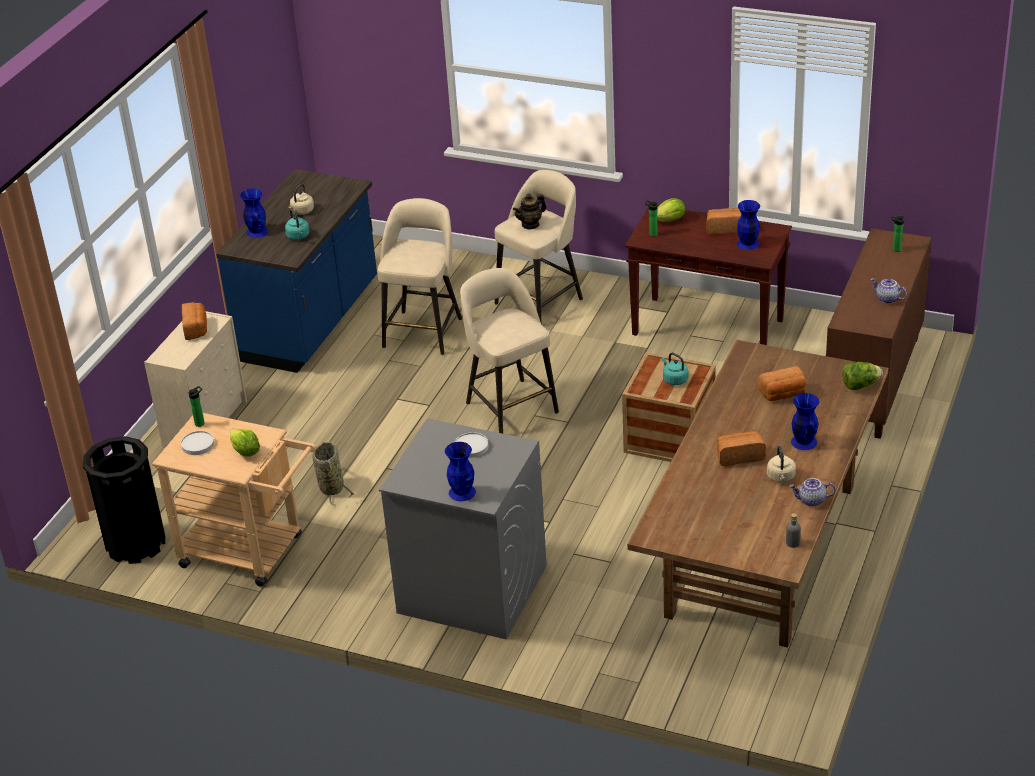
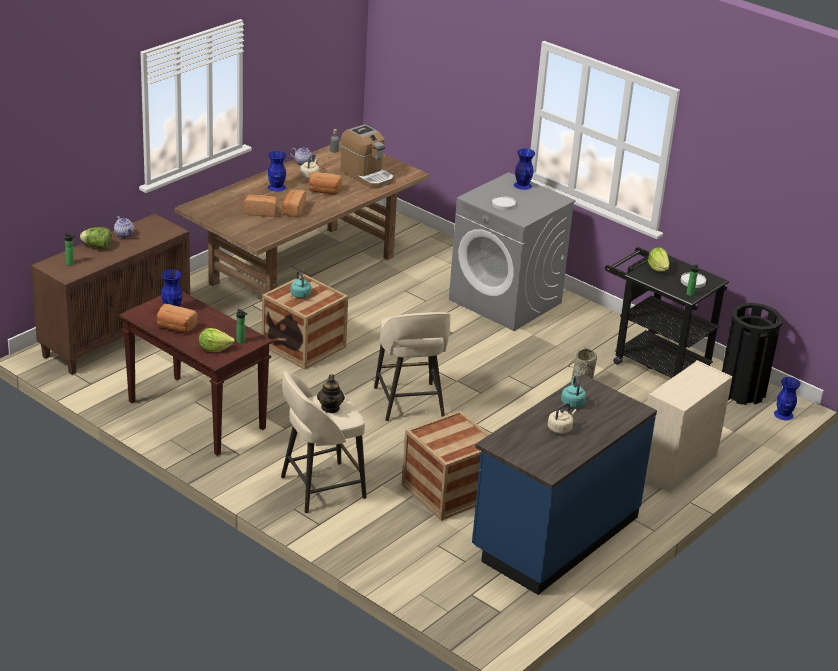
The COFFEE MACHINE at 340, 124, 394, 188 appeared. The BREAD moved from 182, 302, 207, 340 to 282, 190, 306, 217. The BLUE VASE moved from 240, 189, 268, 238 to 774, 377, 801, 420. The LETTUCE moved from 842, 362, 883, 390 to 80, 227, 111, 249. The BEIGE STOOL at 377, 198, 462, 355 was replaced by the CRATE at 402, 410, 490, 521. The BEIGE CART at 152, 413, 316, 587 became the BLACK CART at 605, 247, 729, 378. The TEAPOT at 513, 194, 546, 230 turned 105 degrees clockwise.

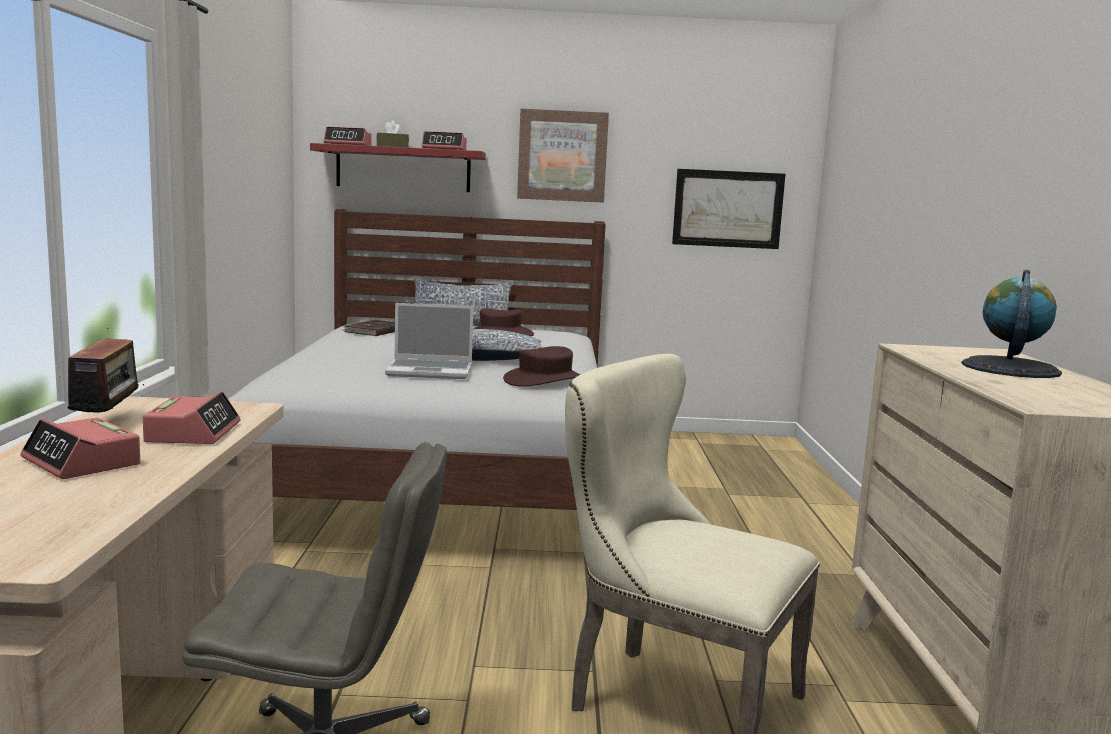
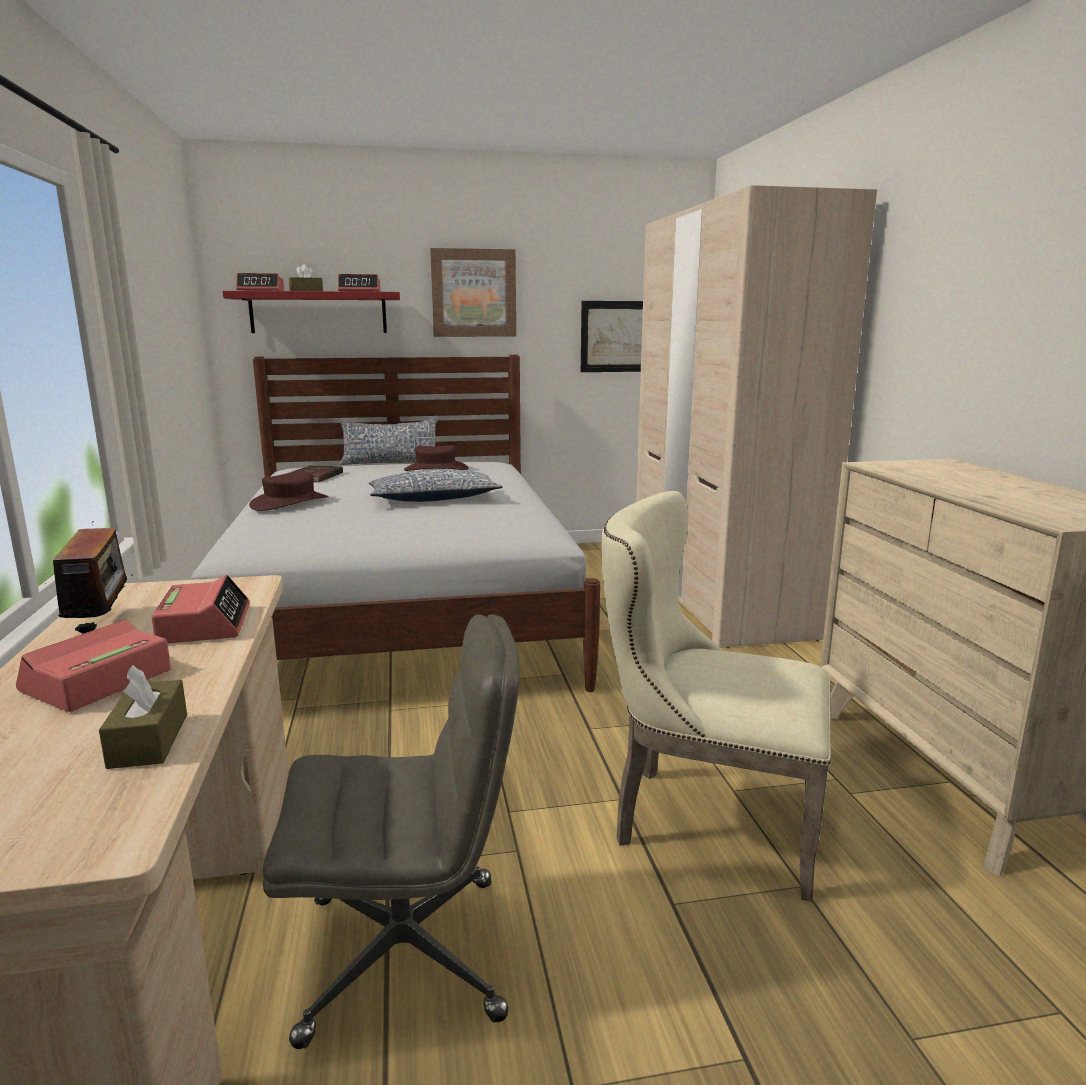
The LAPTOP at 385, 303, 473, 379 disappeared. The GLOBE at 961, 270, 1062, 378 disappeared. The BROWN TISSUE BOX at 99, 665, 187, 769 appeared. The BEIGE WARDROBE at 636, 185, 877, 648 appeared. The BROWN HAT moved from 503, 346, 580, 387 to 249, 471, 329, 511. The ALARM CLOCK at 20, 417, 141, 479 turned 90 degrees clockwise.

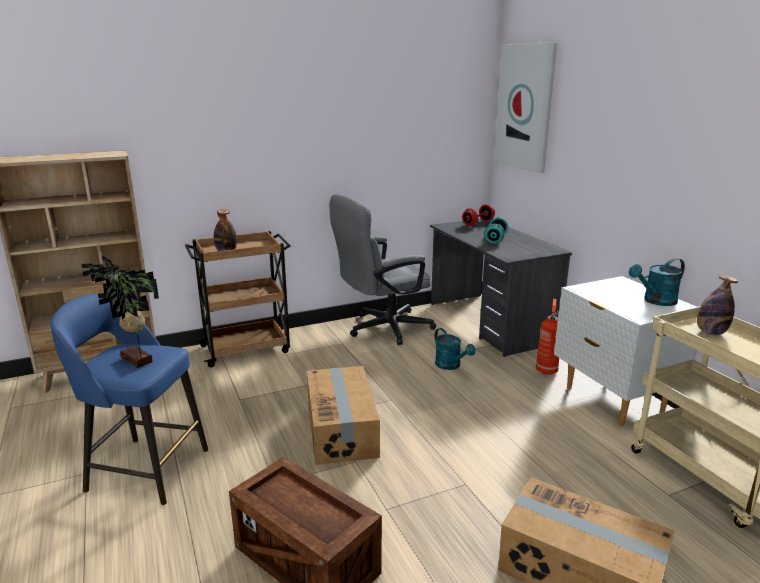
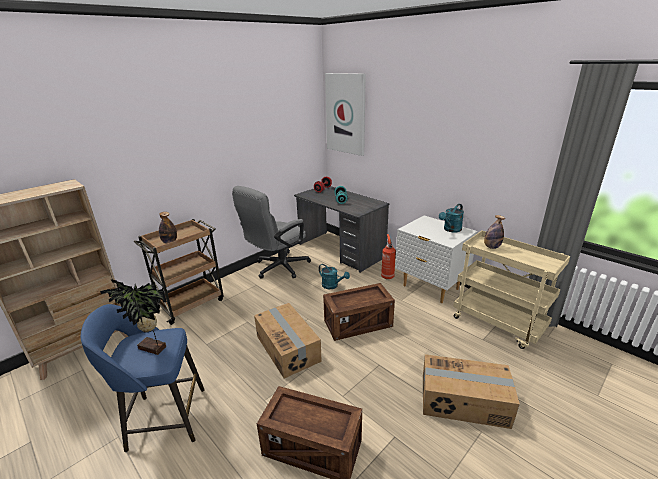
The CRATE at 323, 283, 395, 341 appeared.

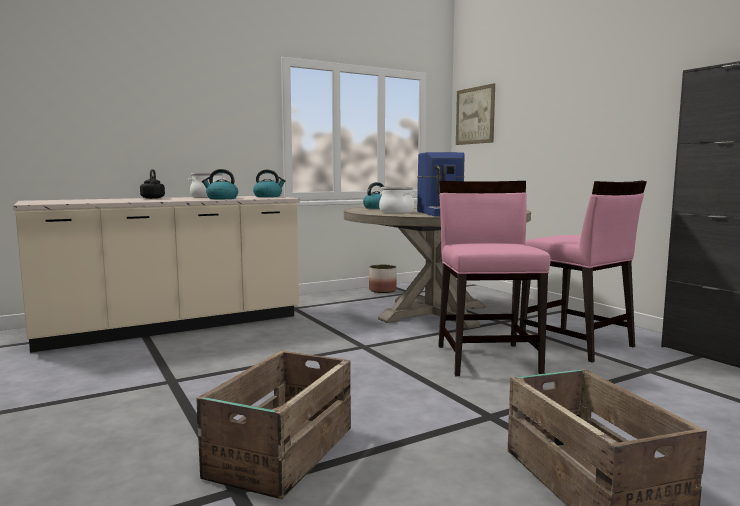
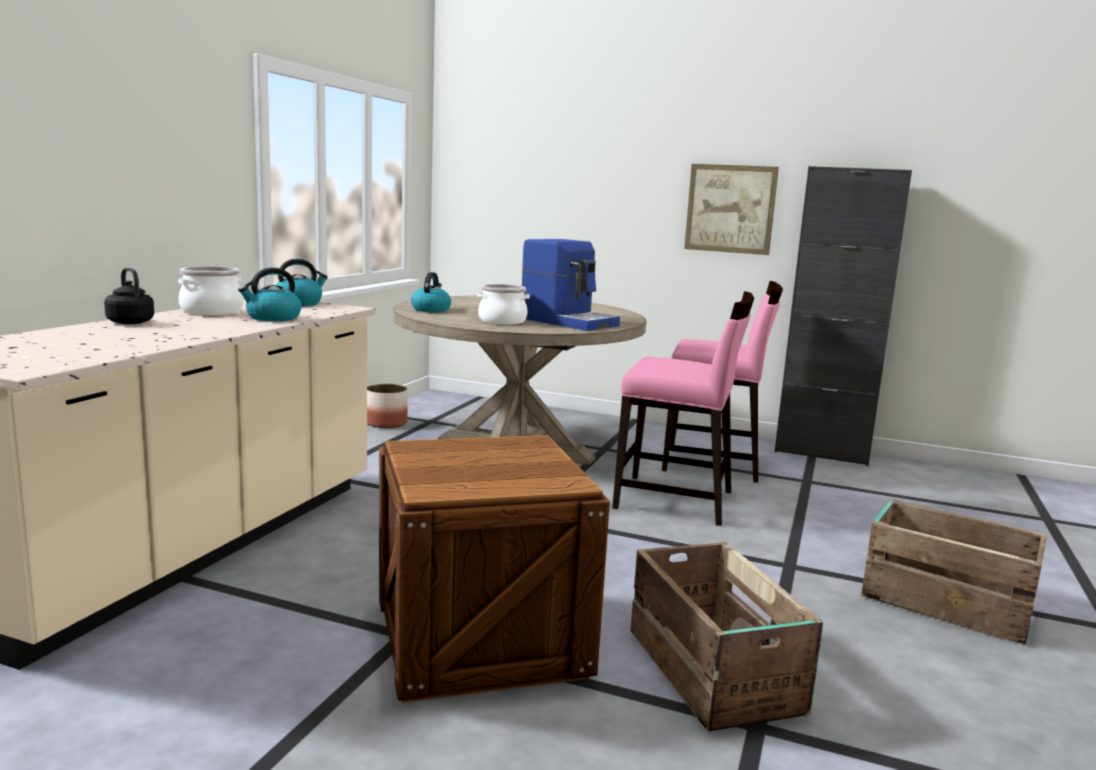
The CRATE at 379, 435, 610, 703 appeared. The PICTURE moved from 456, 83, 495, 145 to 684, 164, 779, 255. The PINK CHAIR at 438, 181, 551, 376 turned 150 degrees clockwise.

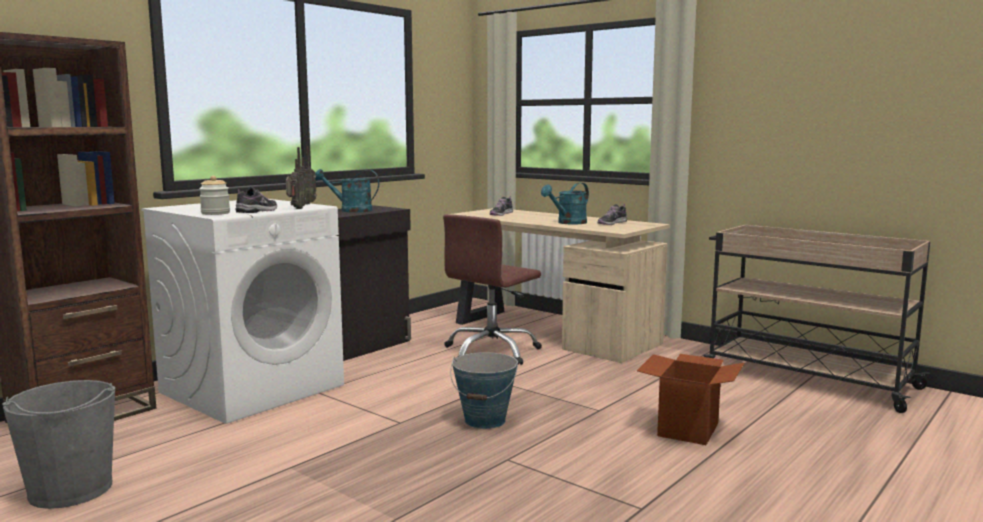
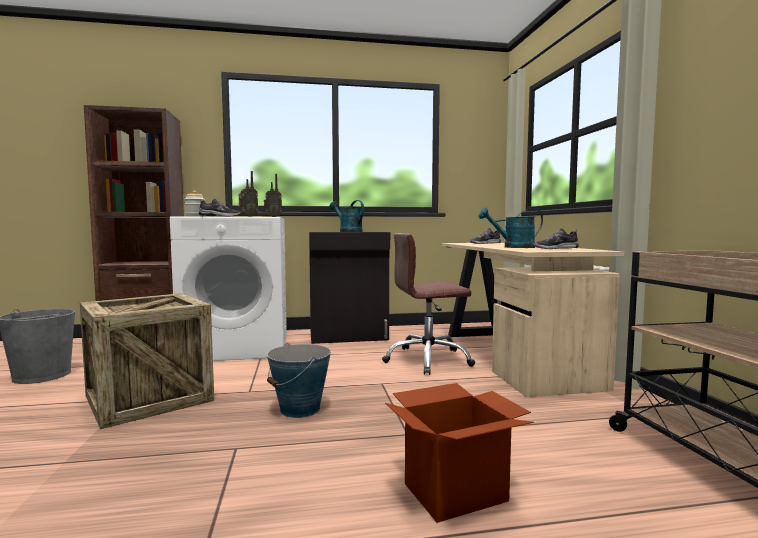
The CRATE at 80, 293, 214, 429 appeared.

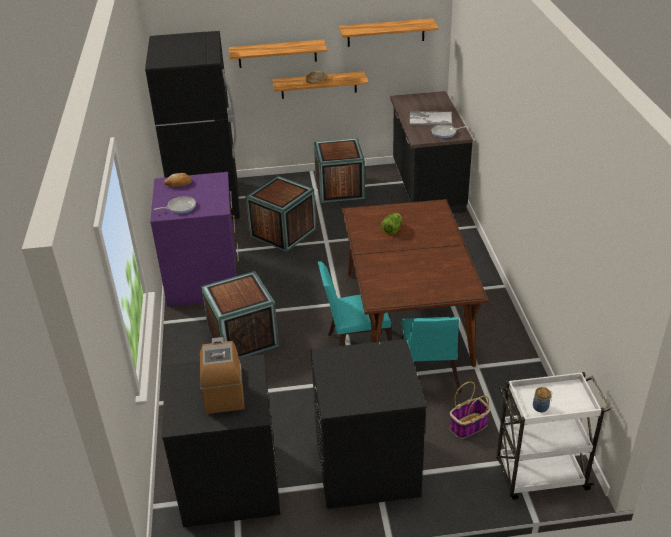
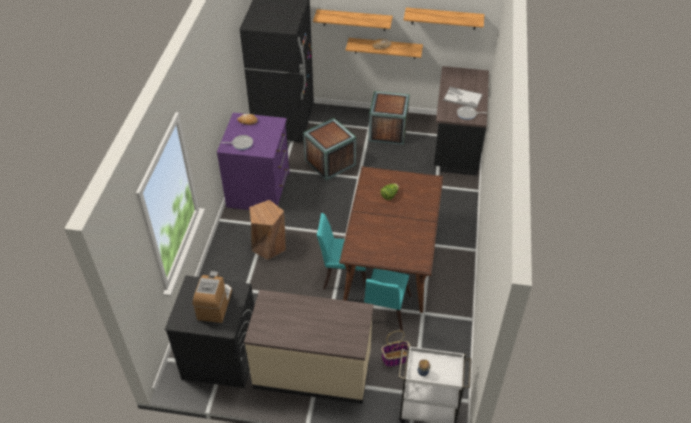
The CRATE at 201, 271, 279, 357 was replaced by the BROWN STOOL at 249, 200, 286, 260. The BLACK WASHING MACHINE at 311, 339, 427, 509 was replaced by the BEIGE COUNTER at 244, 290, 374, 404.

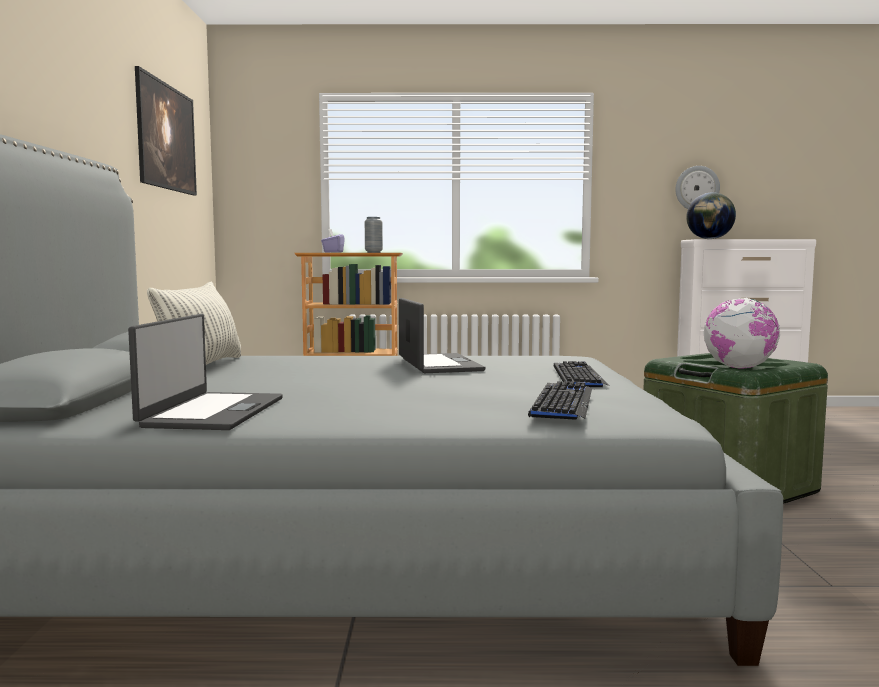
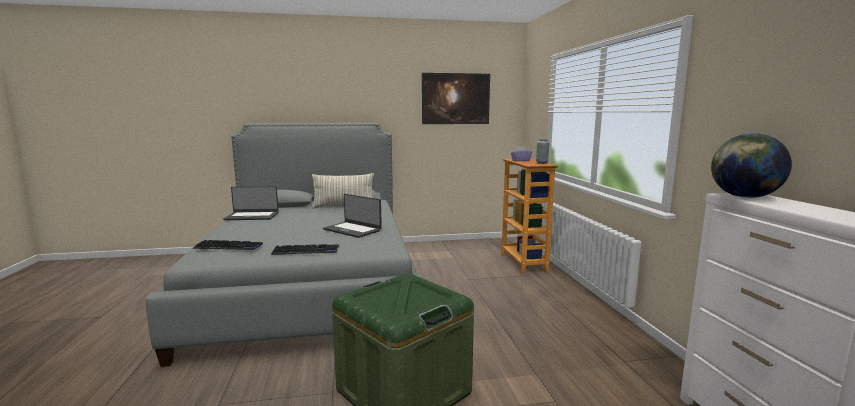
The WALL CLOCK at 675, 166, 720, 209 disappeared. The GLOBE at 704, 298, 780, 369 disappeared. The LAPTOP at 399, 298, 486, 373 turned 60 degrees clockwise.

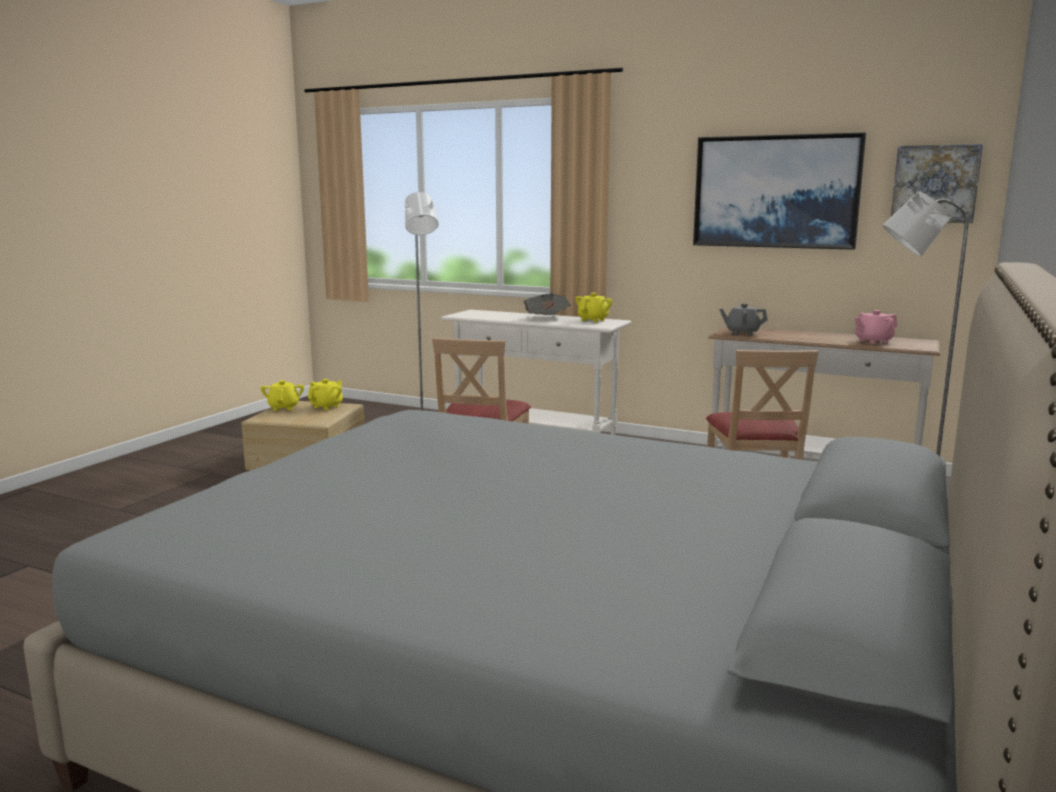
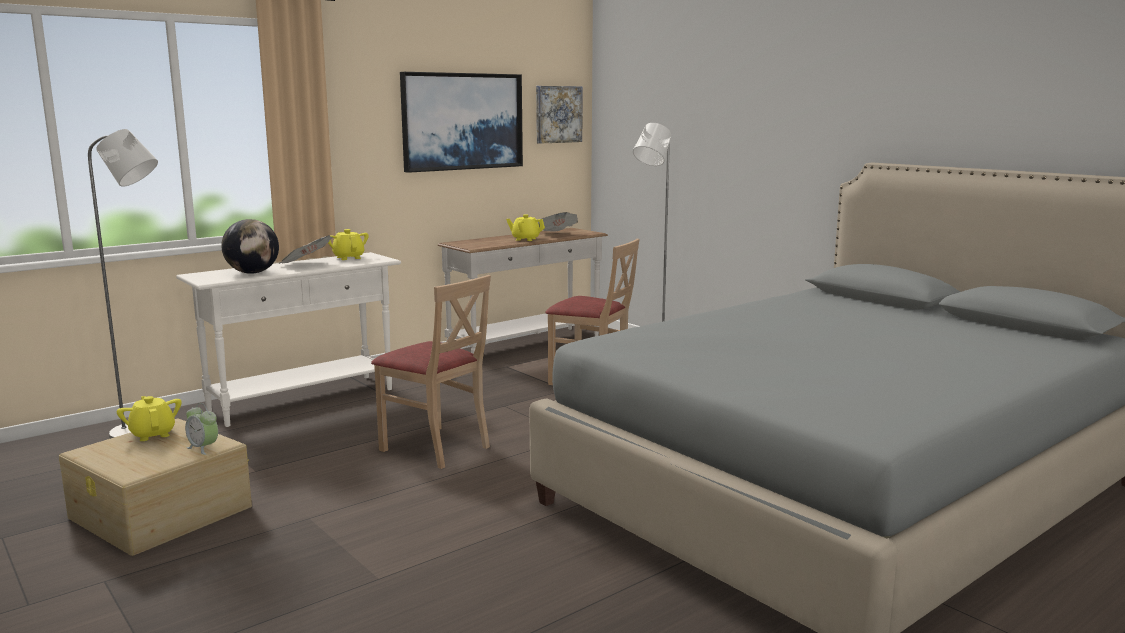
The GREY TEAPOT at 719, 303, 768, 335 disappeared. The ALARM CLOCK at 185, 403, 218, 455 appeared. The GLOBE at 221, 219, 279, 274 appeared. The YELLOW TEAPOT moved from 260, 380, 304, 411 to 506, 214, 545, 241. The PINK TEAPOT at 855, 310, 897, 344 was replaced by the NEWSPAPER at 538, 212, 578, 232.

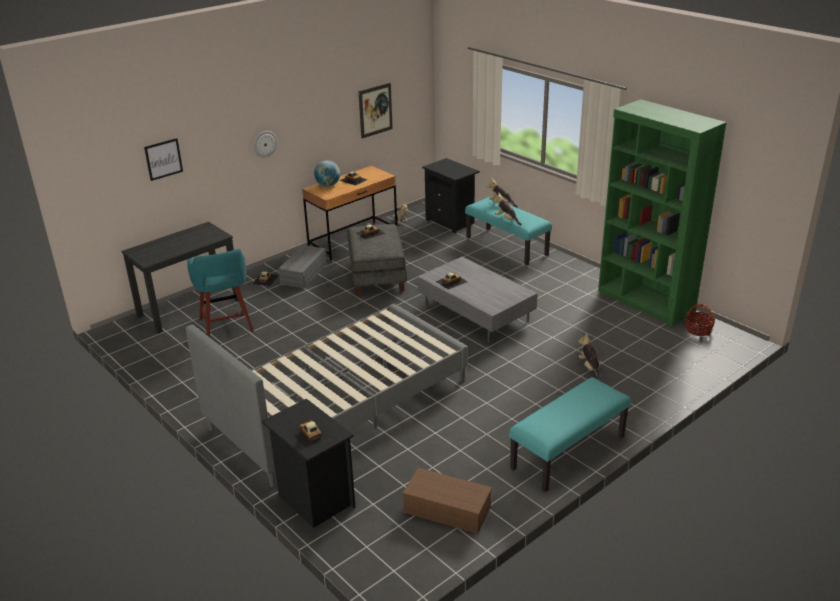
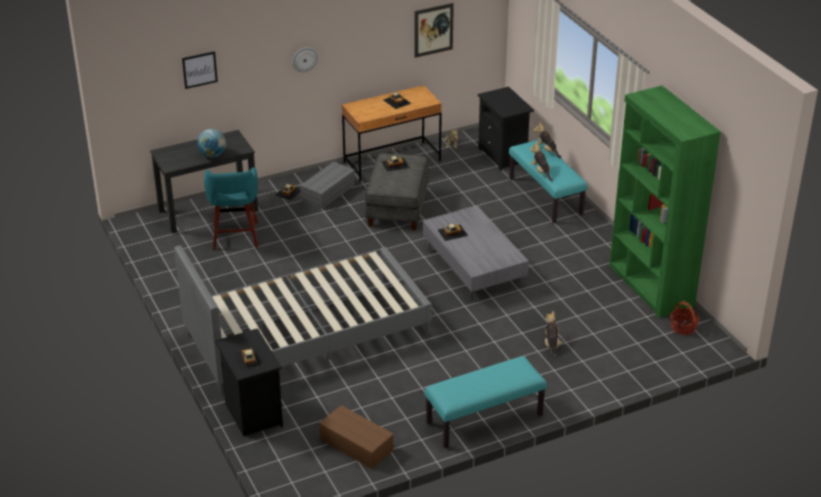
The GLOBE moved from 314, 160, 340, 187 to 197, 129, 226, 157.

